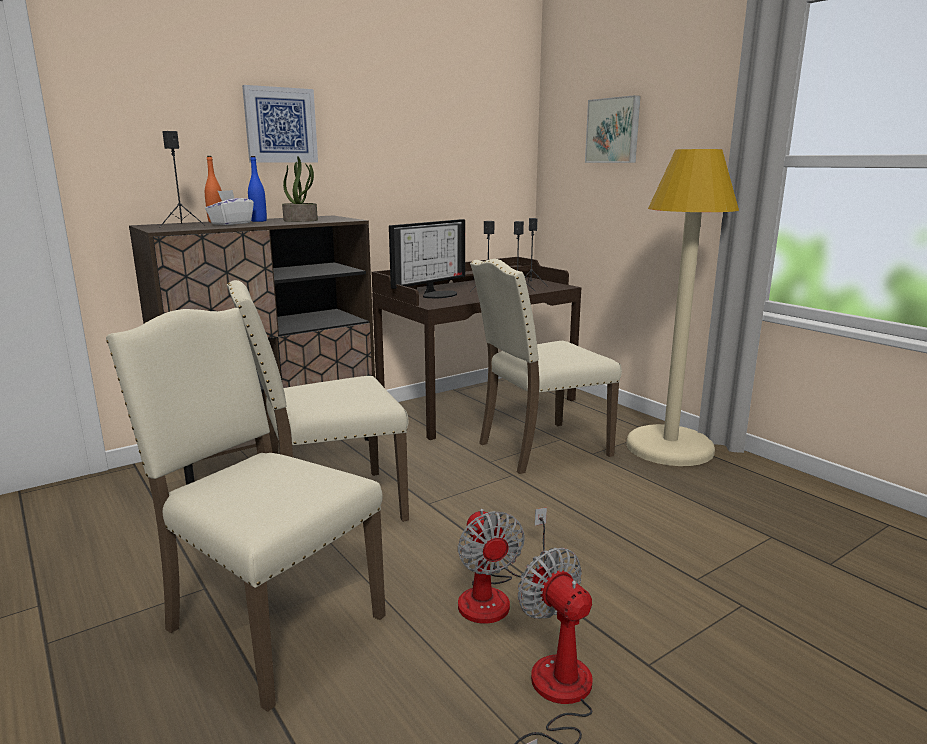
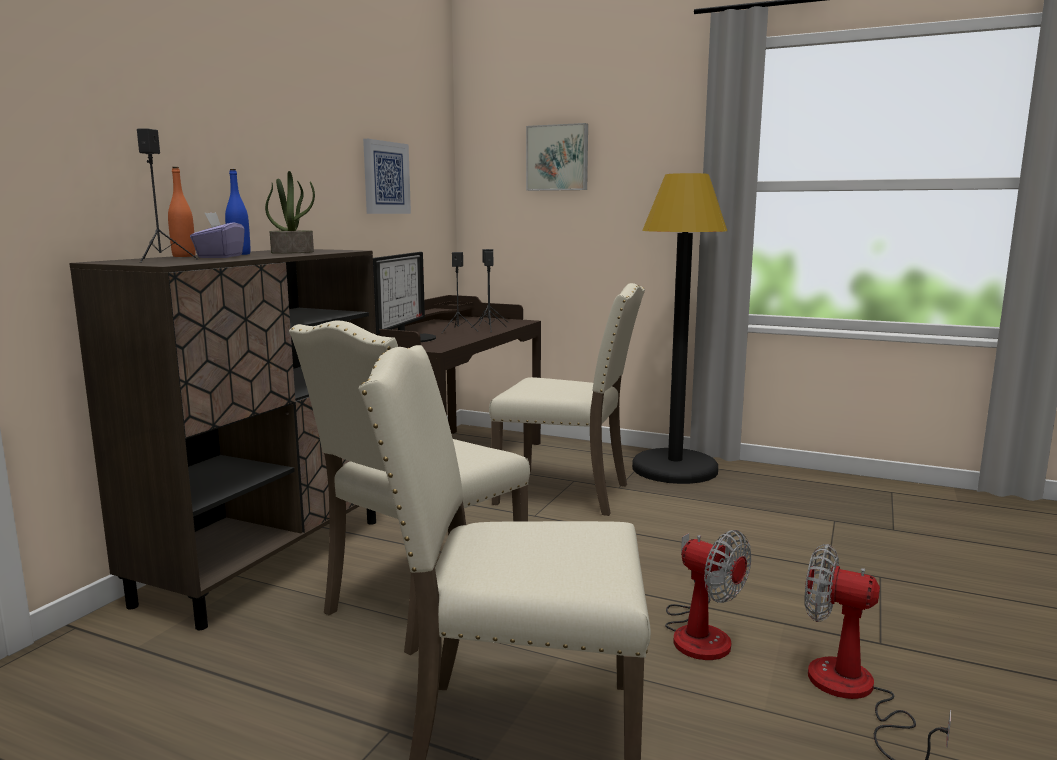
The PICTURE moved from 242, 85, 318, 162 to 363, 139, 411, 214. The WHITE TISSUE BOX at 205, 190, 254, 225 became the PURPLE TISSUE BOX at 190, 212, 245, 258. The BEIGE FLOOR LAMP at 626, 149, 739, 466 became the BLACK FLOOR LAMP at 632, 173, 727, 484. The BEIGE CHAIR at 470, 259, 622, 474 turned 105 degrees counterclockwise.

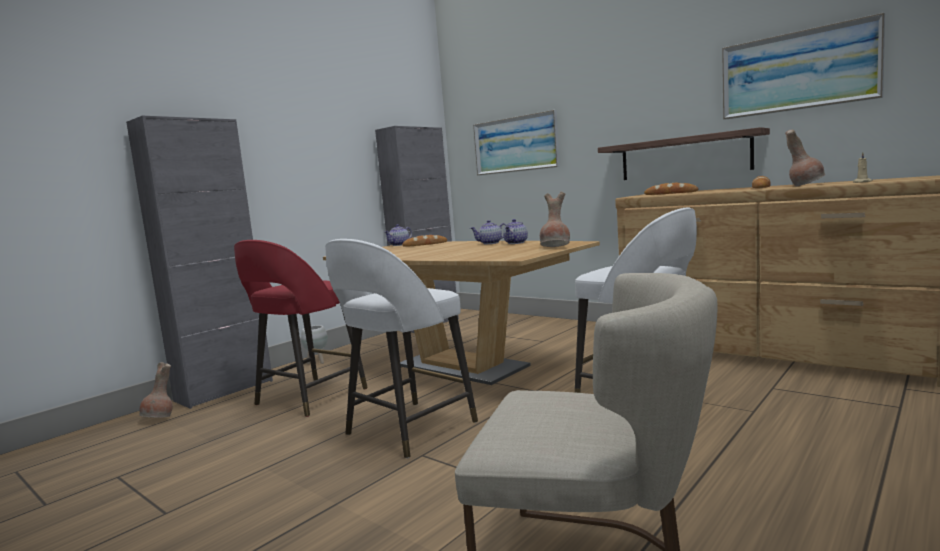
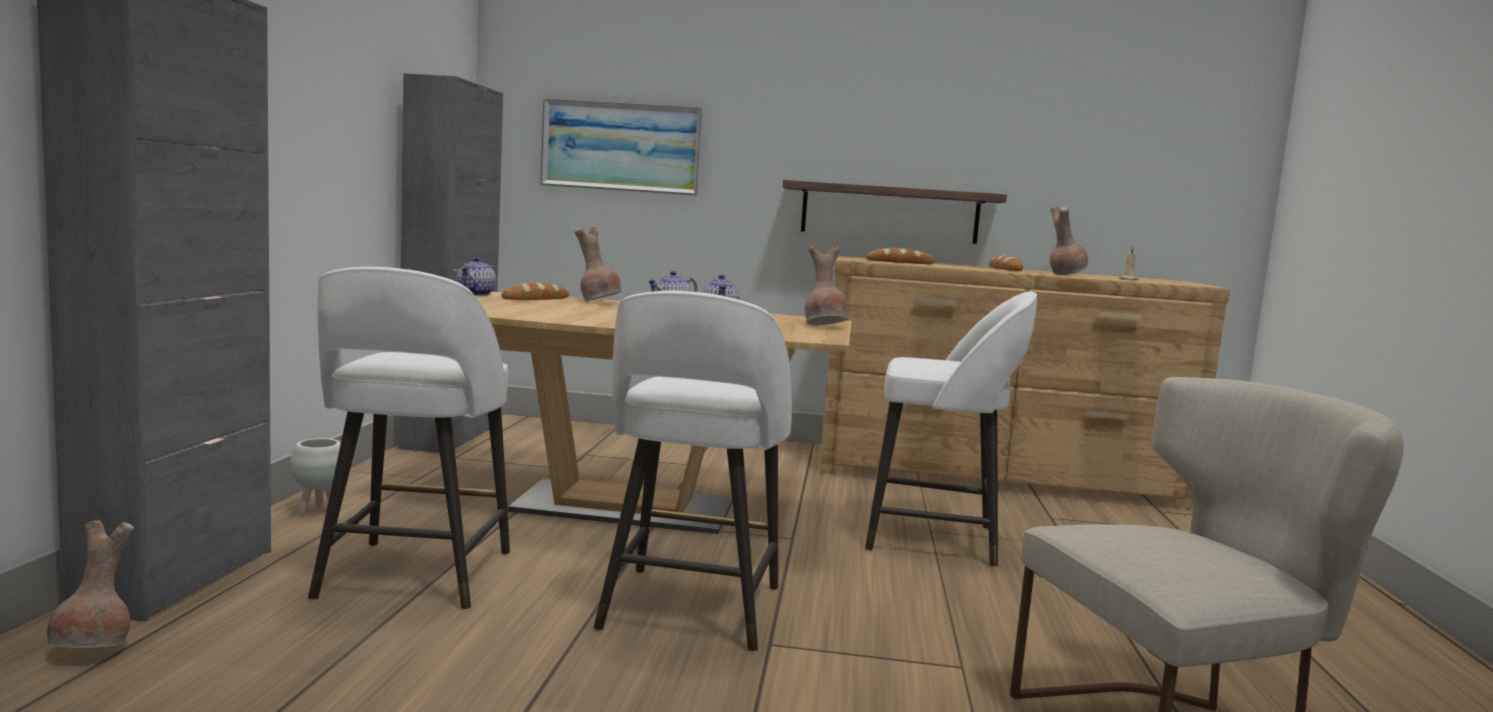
The PICTURE at 722, 13, 885, 120 disappeared. The BROWN VASE at 575, 227, 622, 302 appeared. The RED STOOL at 234, 240, 368, 417 became the WHITE STOOL at 308, 267, 510, 610.

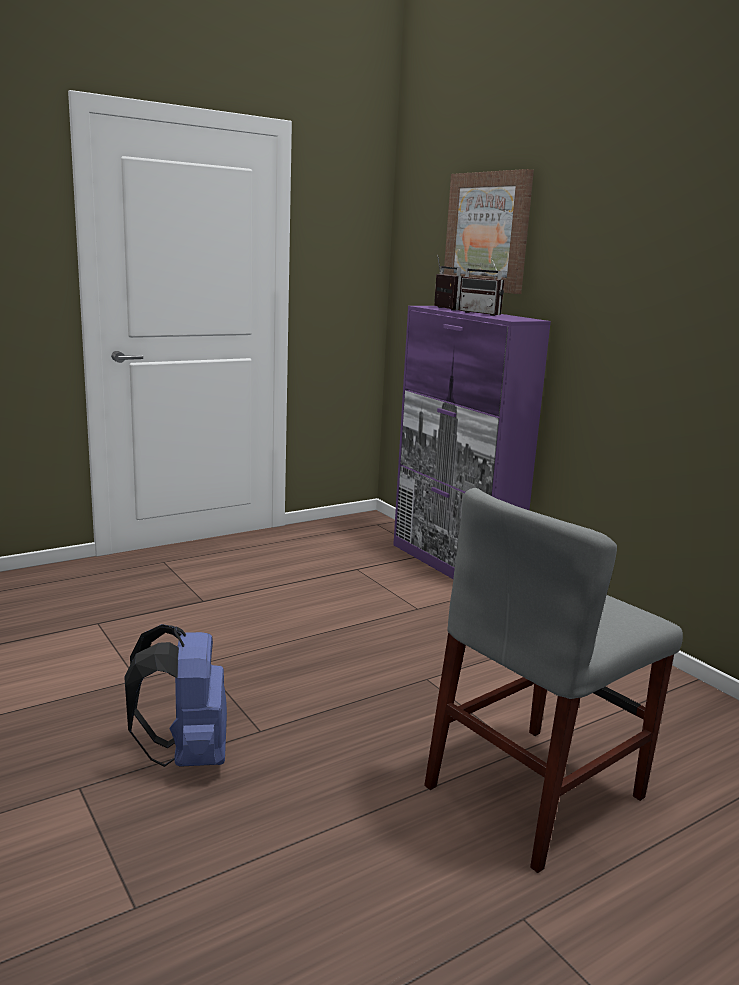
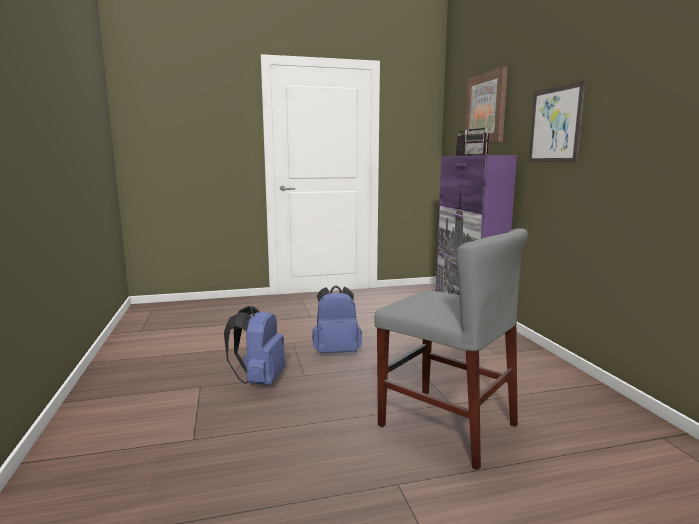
The BLUE BACKPACK at 312, 285, 362, 353 appeared. The PICTURE at 529, 81, 586, 162 appeared. The GREY CHAIR at 424, 488, 683, 873 turned 120 degrees counterclockwise.

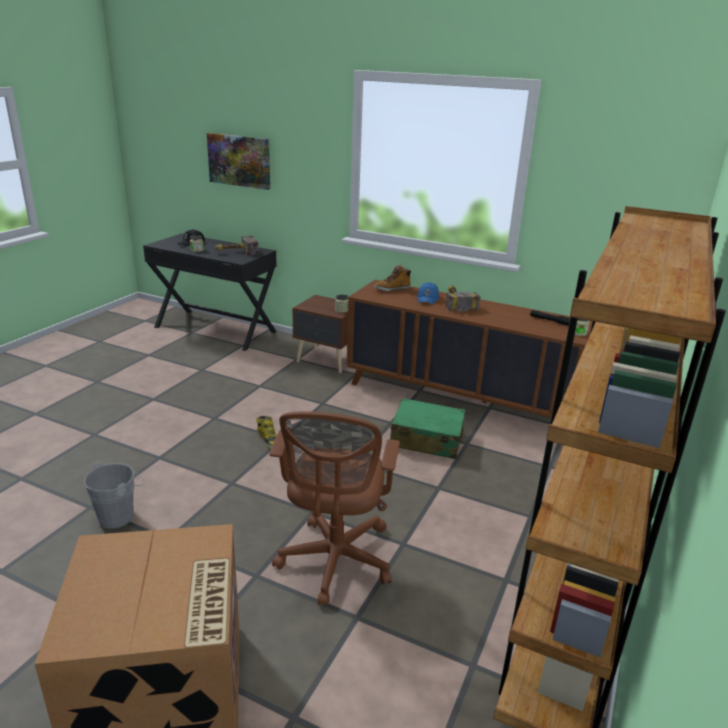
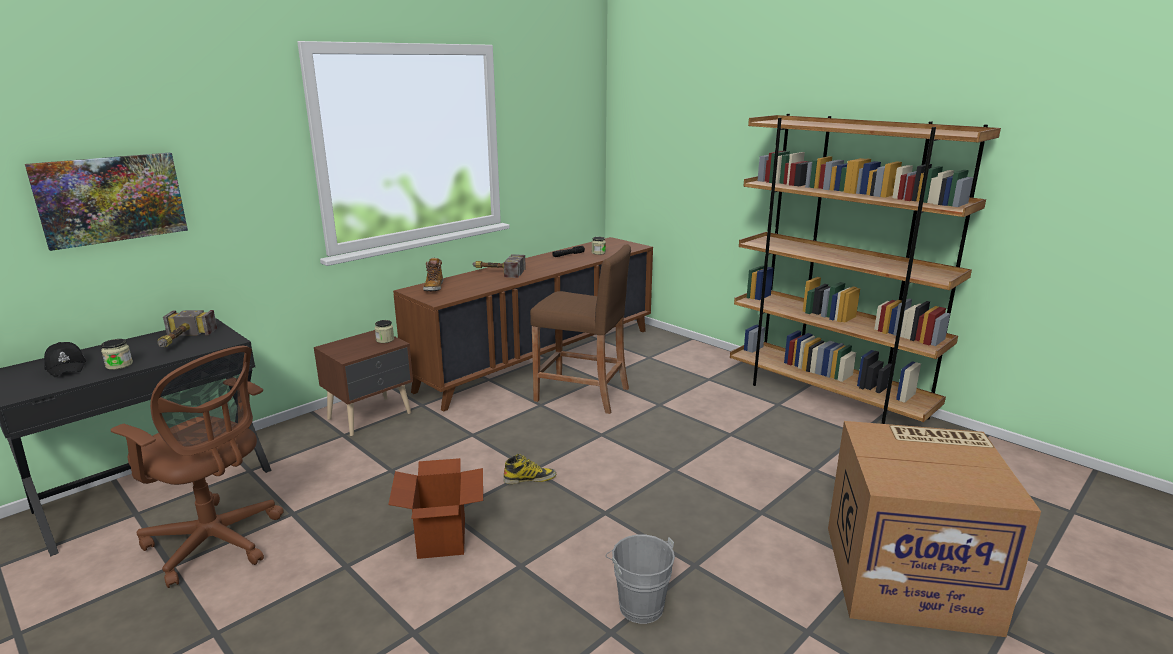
The BLUE CAP at 417, 282, 439, 304 disappeared. The CARDBOARD BOX at 388, 458, 483, 559 appeared. The BROWN OFFICE CHAIR moved from 269, 411, 400, 607 to 110, 346, 284, 588. The GREEN SUITCASE at 390, 398, 466, 459 was replaced by the BROWN STOOL at 530, 244, 631, 414.

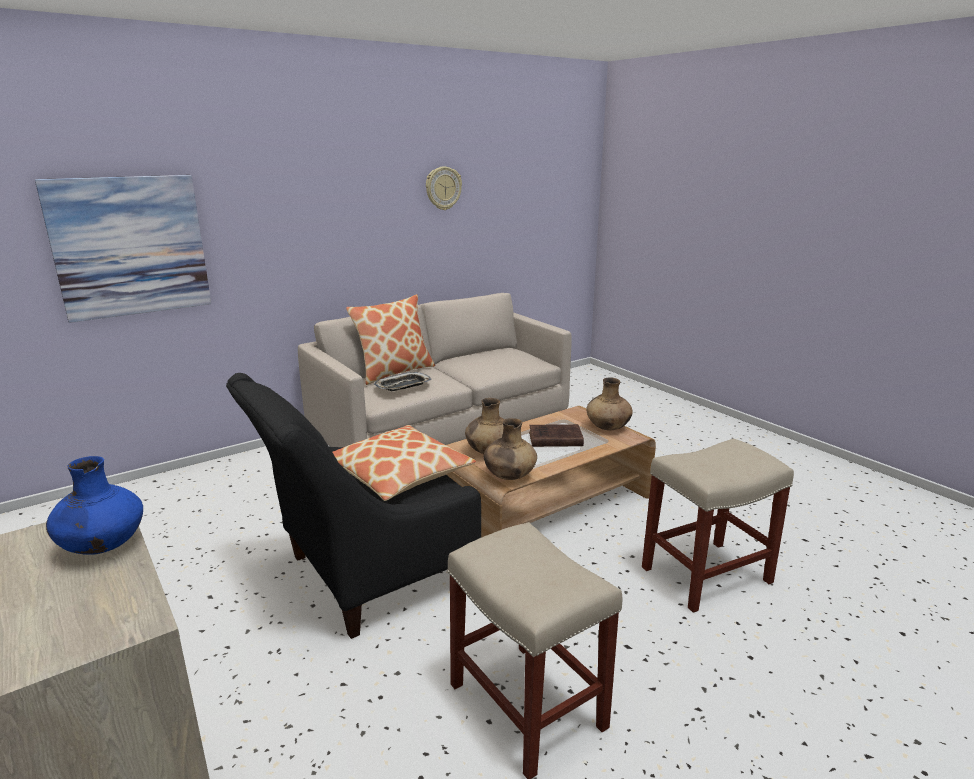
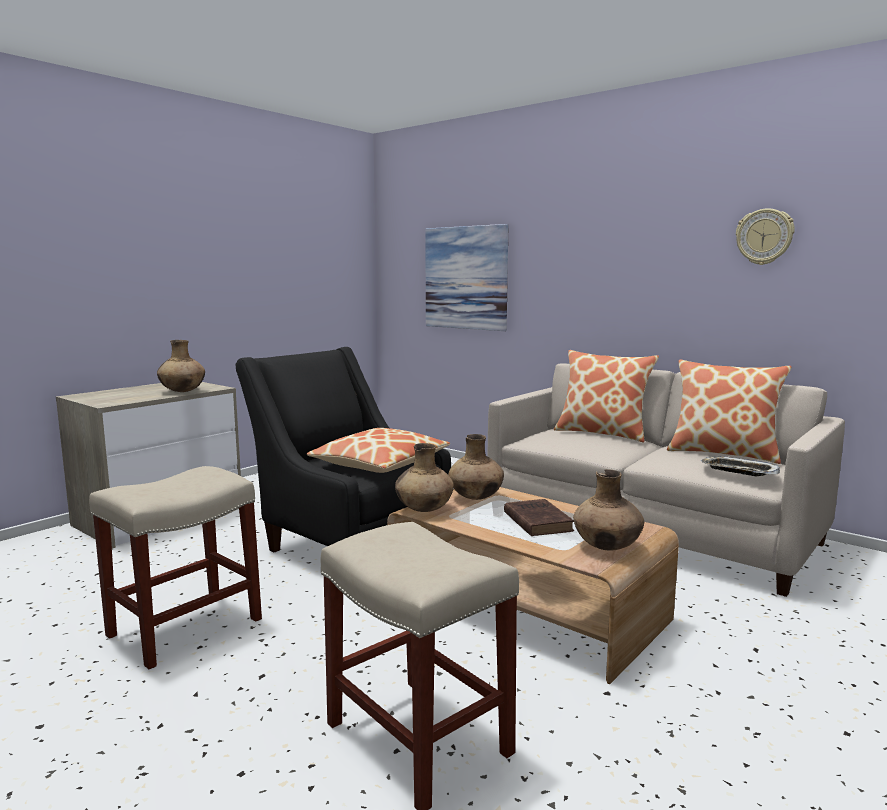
The PILLOW at 667, 360, 791, 464 appeared. The TRAY moved from 374, 372, 431, 391 to 700, 456, 780, 476. The BLUE VASE at 46, 456, 143, 555 became the BROWN VASE at 157, 340, 205, 392.

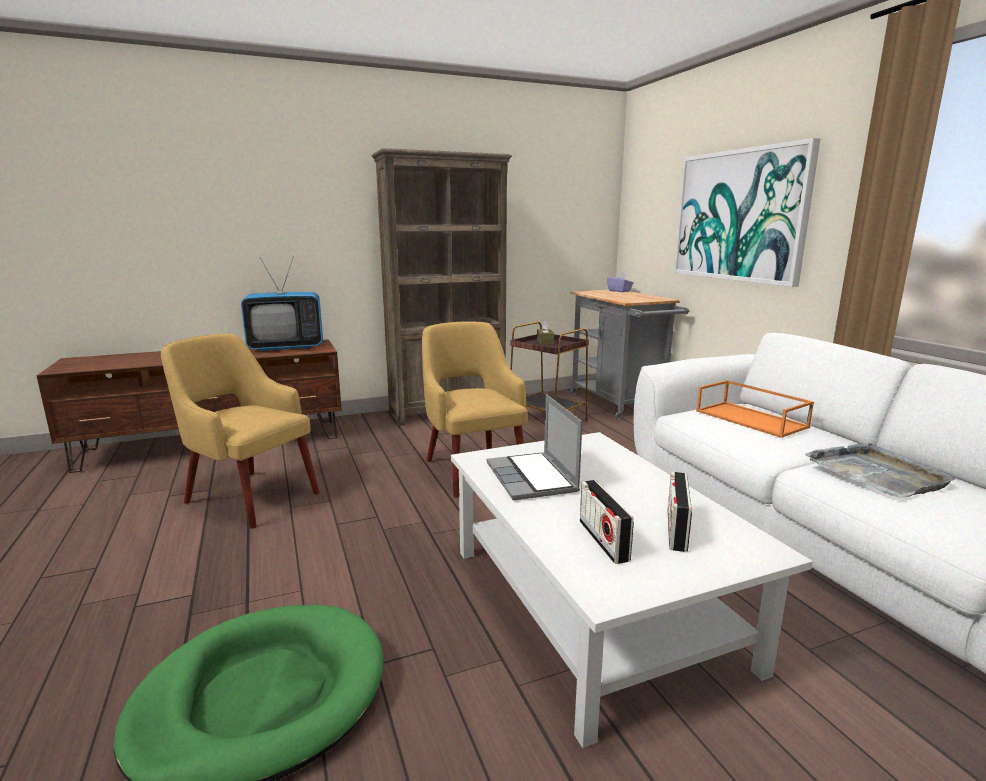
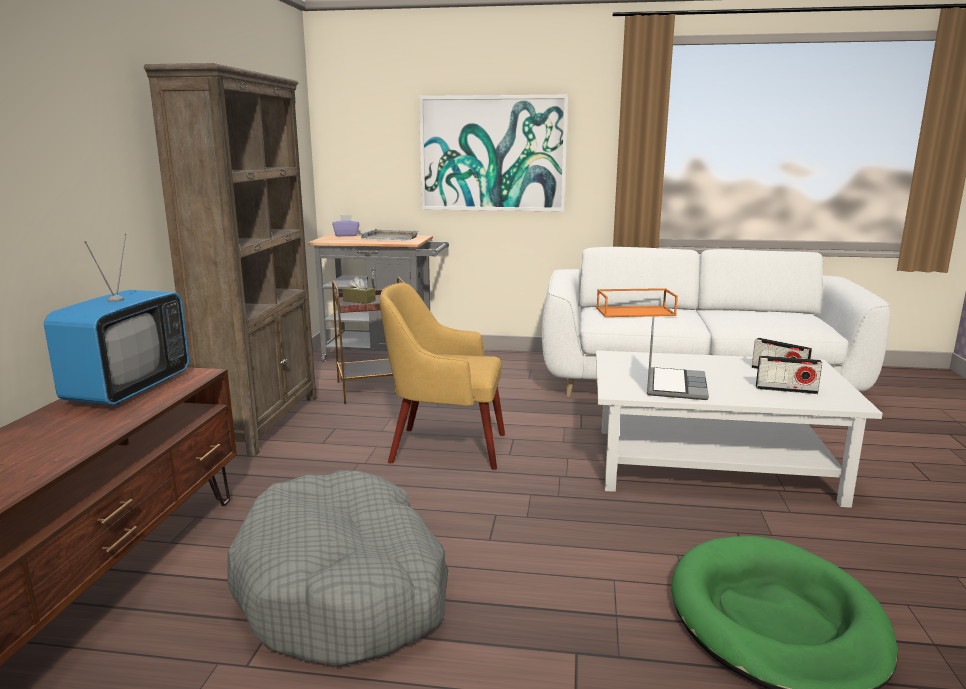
The GREY TRAY moved from 805, 443, 956, 498 to 359, 229, 419, 240. The YELLOW ARMCHAIR at 161, 334, 320, 529 was replaced by the GREY DOG BED at 227, 470, 448, 666. The LAPTOP at 487, 394, 583, 501 turned 90 degrees counterclockwise.

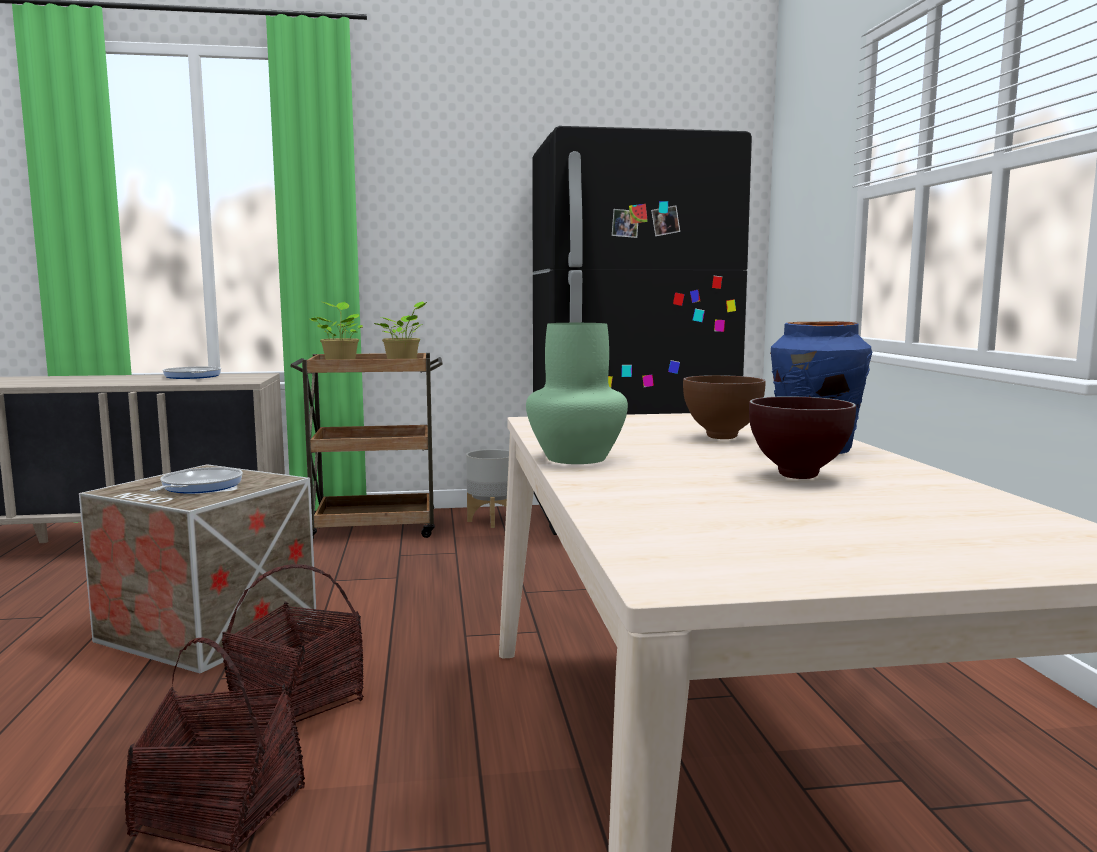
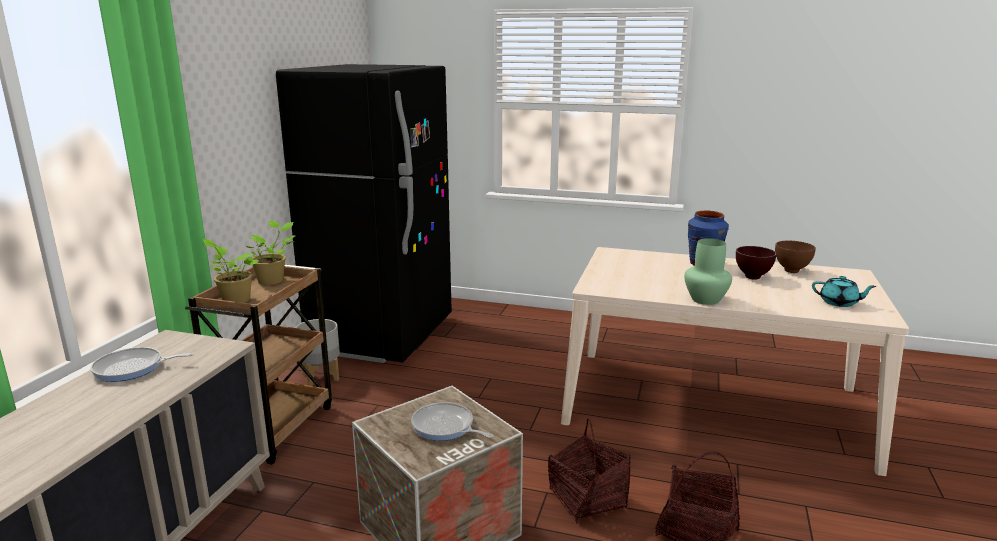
The TURQUOISE TEAPOT at 812, 276, 877, 307 appeared. The BROWN BOWL moved from 683, 375, 766, 439 to 775, 241, 816, 273.

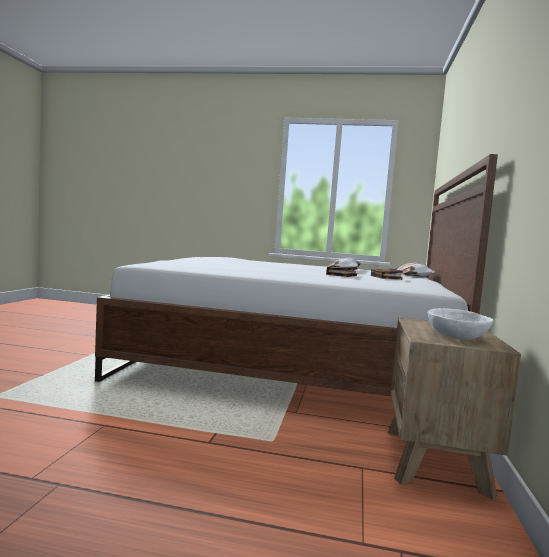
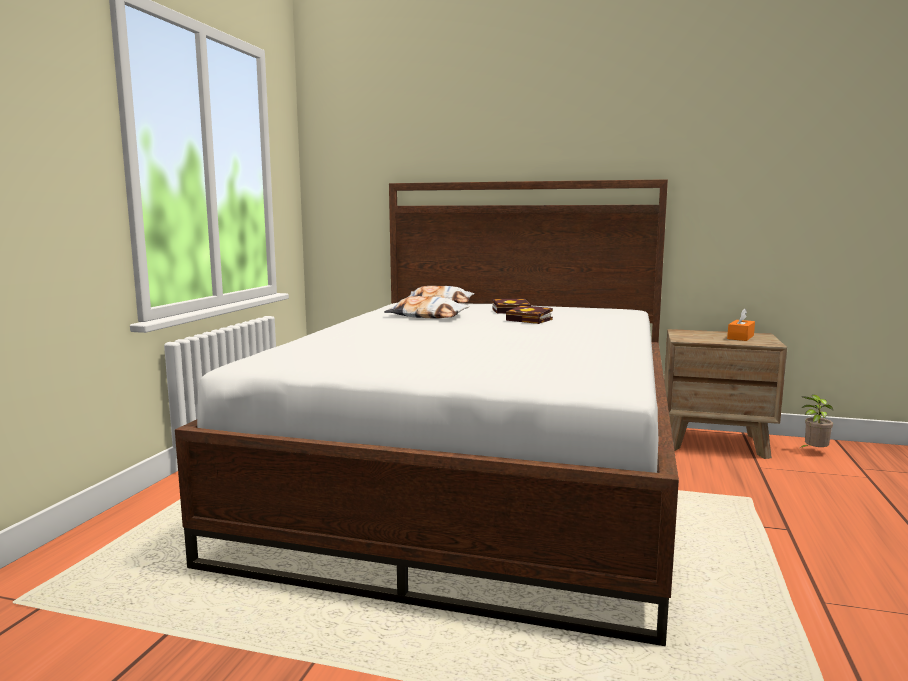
The POTTED PLANT at 800, 395, 833, 448 appeared. The WHITE BOWL at 427, 308, 493, 340 was replaced by the ORANGE TISSUE BOX at 727, 308, 755, 341.

